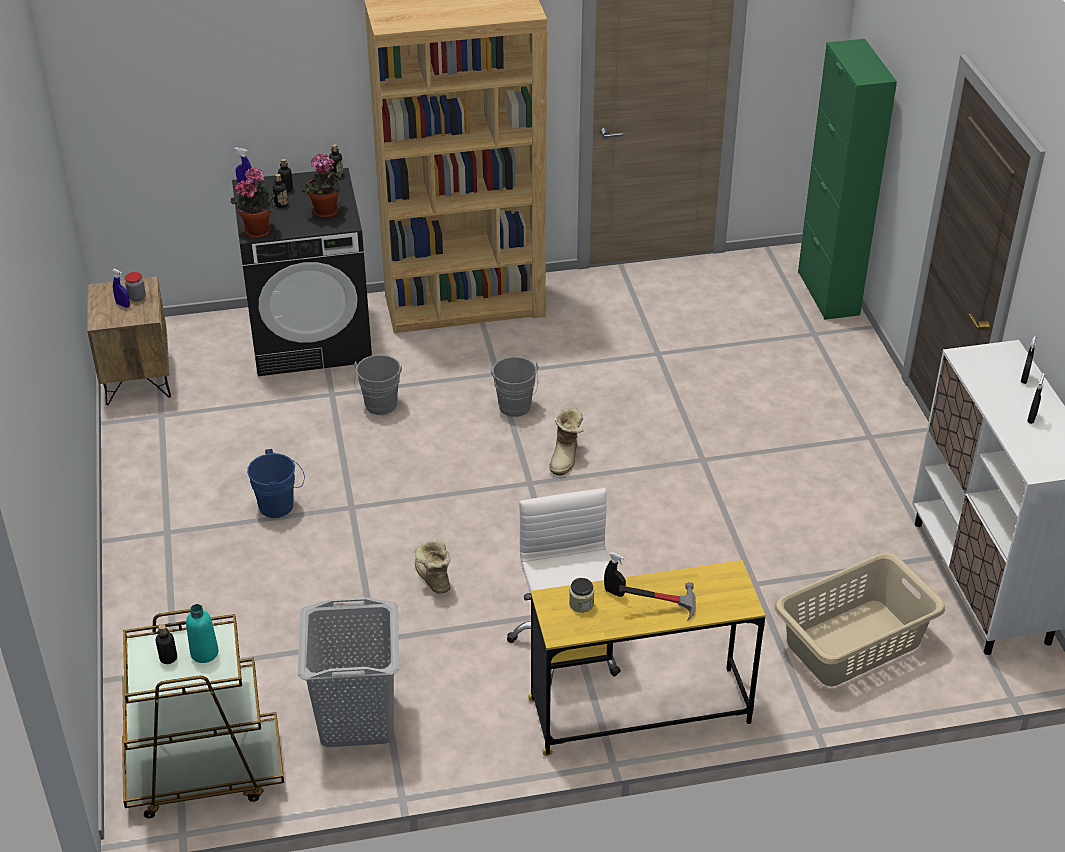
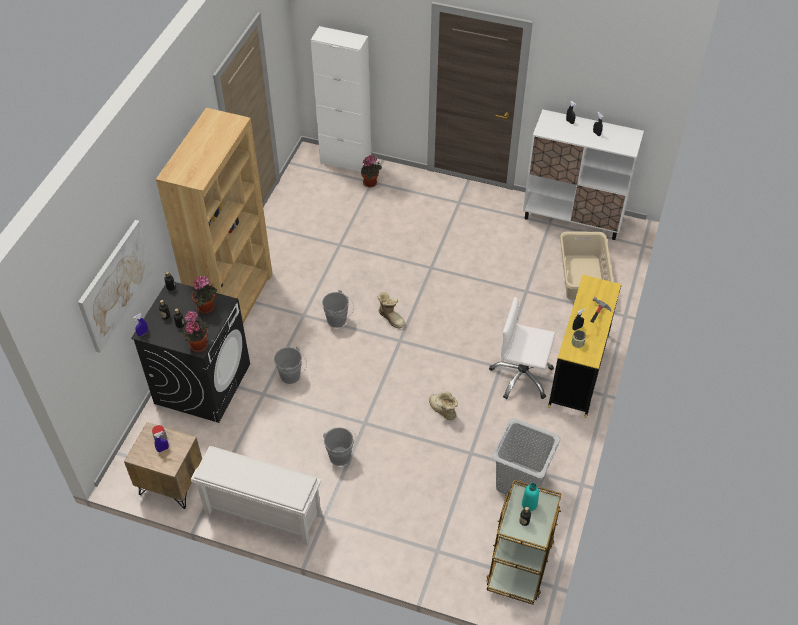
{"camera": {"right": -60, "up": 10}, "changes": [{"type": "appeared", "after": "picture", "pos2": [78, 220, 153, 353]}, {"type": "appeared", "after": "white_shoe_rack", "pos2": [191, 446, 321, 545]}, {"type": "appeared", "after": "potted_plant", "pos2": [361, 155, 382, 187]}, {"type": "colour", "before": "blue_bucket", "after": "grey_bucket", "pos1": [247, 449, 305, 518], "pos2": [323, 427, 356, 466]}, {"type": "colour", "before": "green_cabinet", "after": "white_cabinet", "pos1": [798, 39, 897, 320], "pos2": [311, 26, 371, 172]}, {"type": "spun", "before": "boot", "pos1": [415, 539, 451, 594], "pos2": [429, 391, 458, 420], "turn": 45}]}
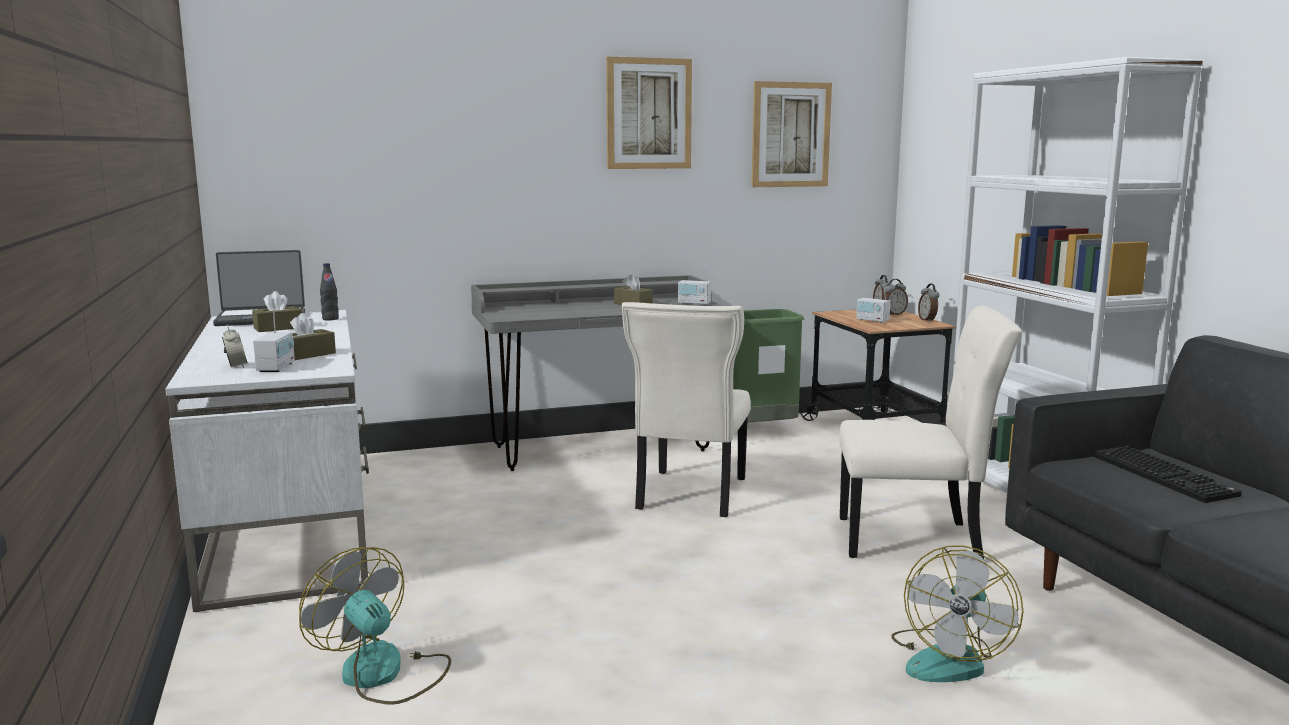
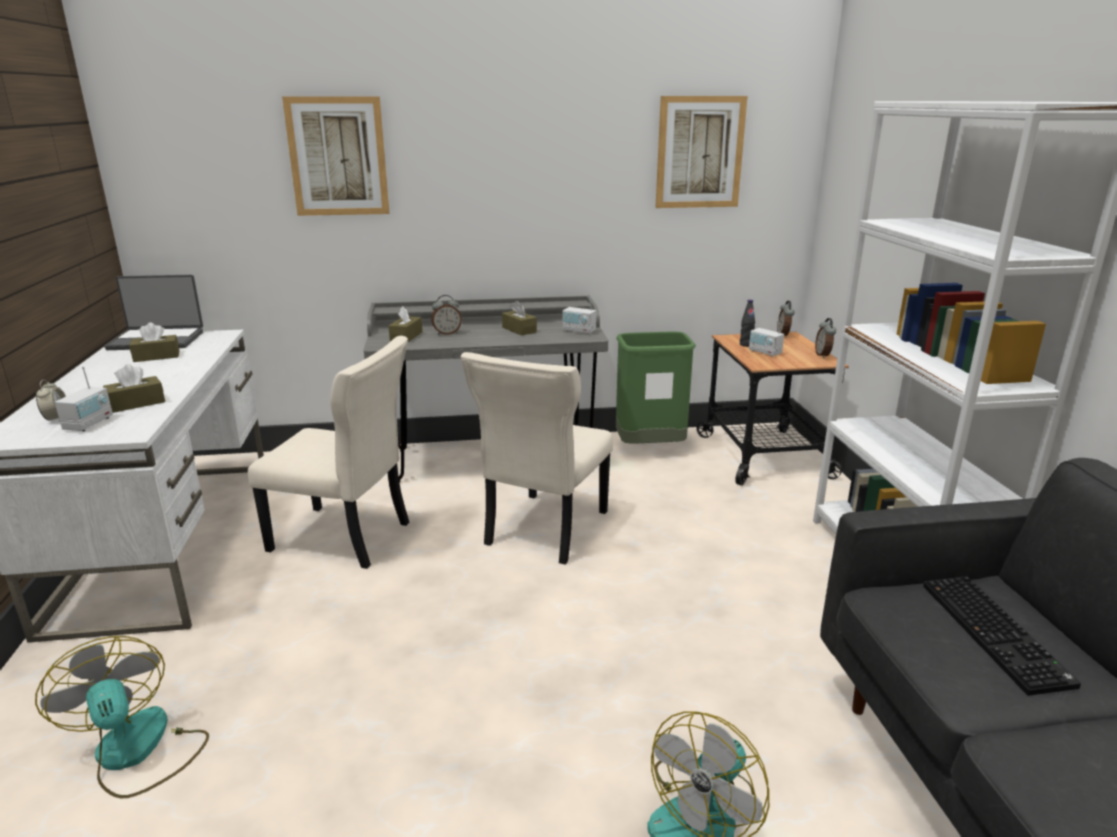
{"camera": {"right": 10, "up": 10}, "changes": [{"type": "appeared", "after": "brown_tissue_box", "pos2": [389, 306, 422, 342]}, {"type": "relocated", "before": "black_bottle", "pos1": [320, 263, 339, 320], "pos2": [740, 300, 755, 347]}, {"type": "relocated", "before": "picture", "pos1": [606, 57, 692, 169], "pos2": [282, 97, 390, 216]}, {"type": "relocated", "before": "beige_chair", "pos1": [839, 306, 1022, 559], "pos2": [248, 336, 409, 569]}, {"type": "relocated", "before": "alarm_clock", "pos1": [883, 279, 908, 315], "pos2": [431, 295, 462, 335]}]}
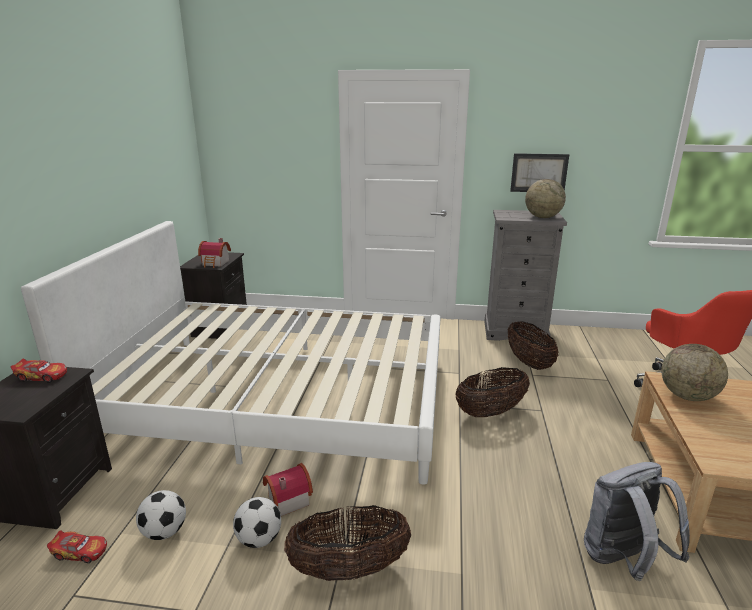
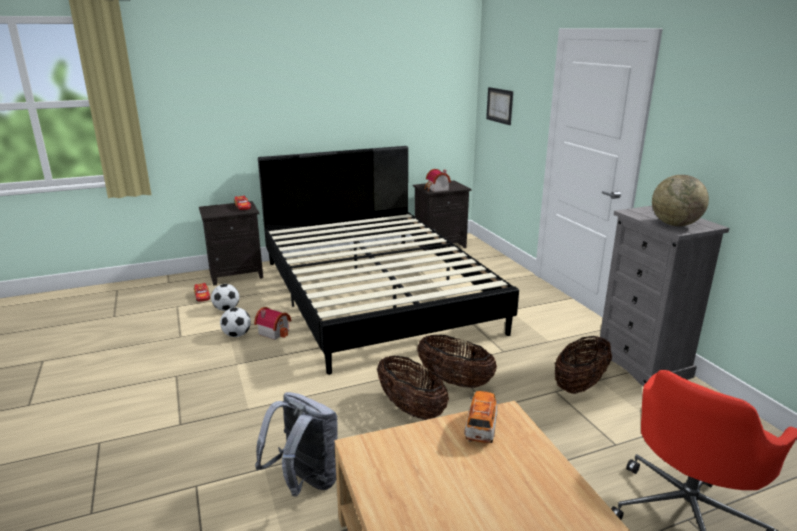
{"camera": {"right": 60, "up": 0}, "changes": [{"type": "relocated", "before": "basket", "pos1": [284, 505, 411, 581], "pos2": [377, 356, 449, 420]}, {"type": "relocated", "before": "picture", "pos1": [510, 153, 569, 192], "pos2": [486, 87, 513, 125]}, {"type": "exchanged", "before": "globe", "after": "toy_car", "pos1": [661, 344, 728, 401], "pos2": [464, 391, 499, 443]}, {"type": "colour", "before": "white_bed", "after": "black_bed", "pos1": [21, 221, 441, 484], "pos2": [258, 146, 519, 375]}]}
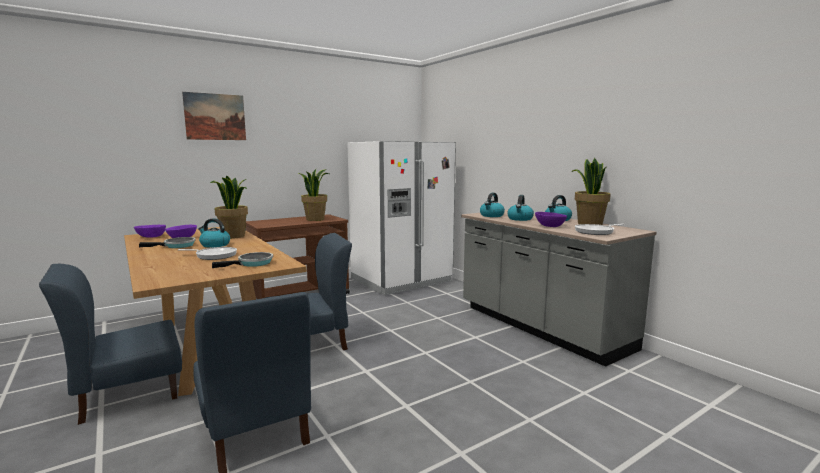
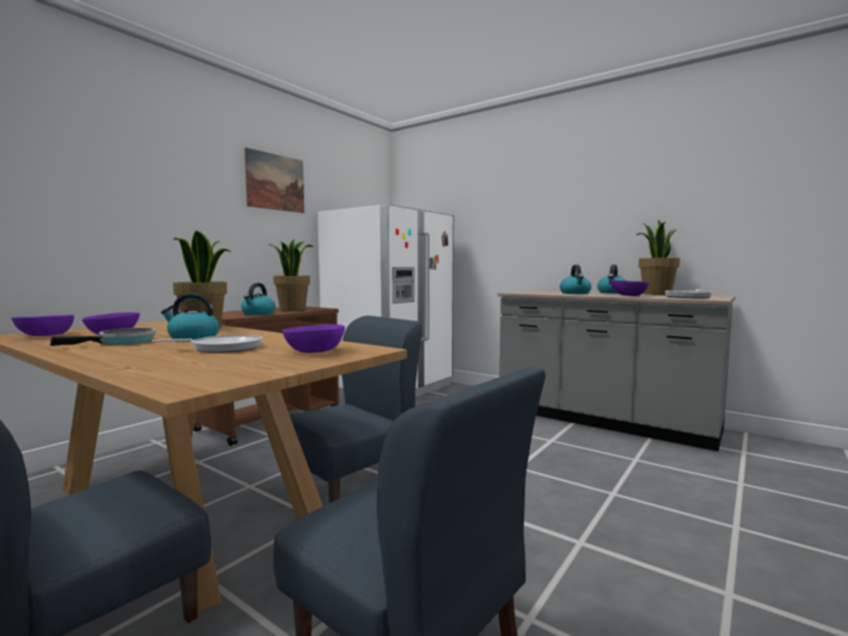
{"camera": {"right": -20, "up": -5}, "changes": [{"type": "relocated", "before": "picture", "pos1": [182, 92, 246, 140], "pos2": [244, 147, 304, 213]}, {"type": "relocated", "before": "kettle", "pos1": [480, 193, 505, 217], "pos2": [241, 283, 275, 315]}, {"type": "exchanged", "before": "frying_pan", "after": "purple_bowl", "pos1": [212, 252, 273, 268], "pos2": [282, 324, 345, 353]}]}
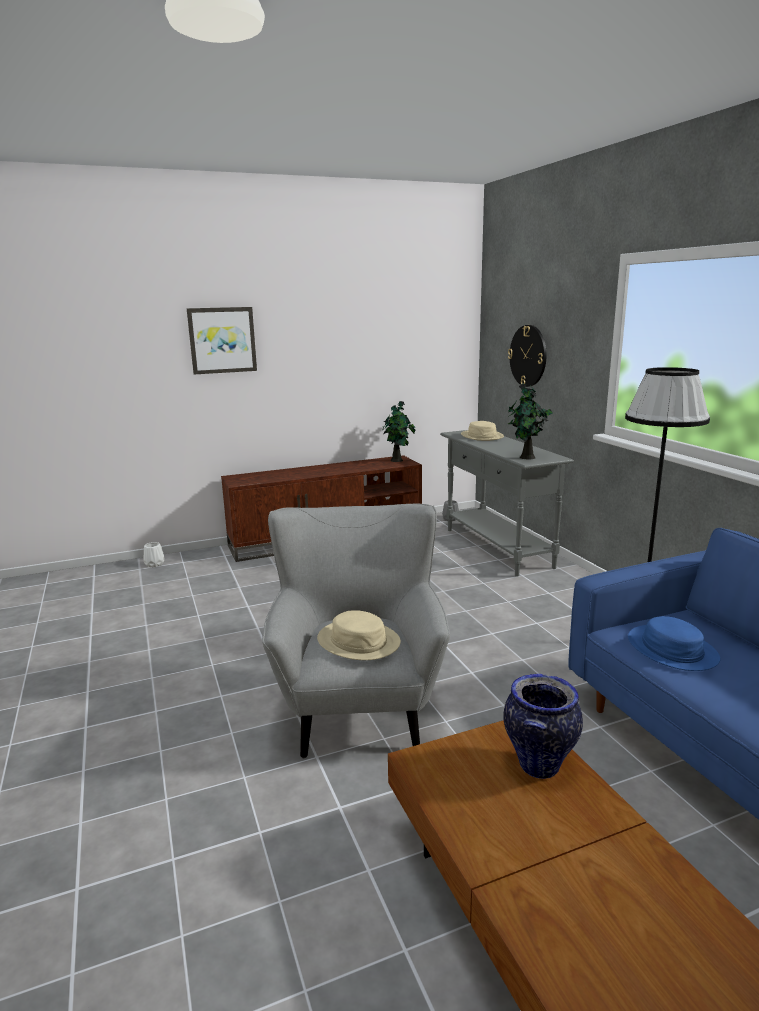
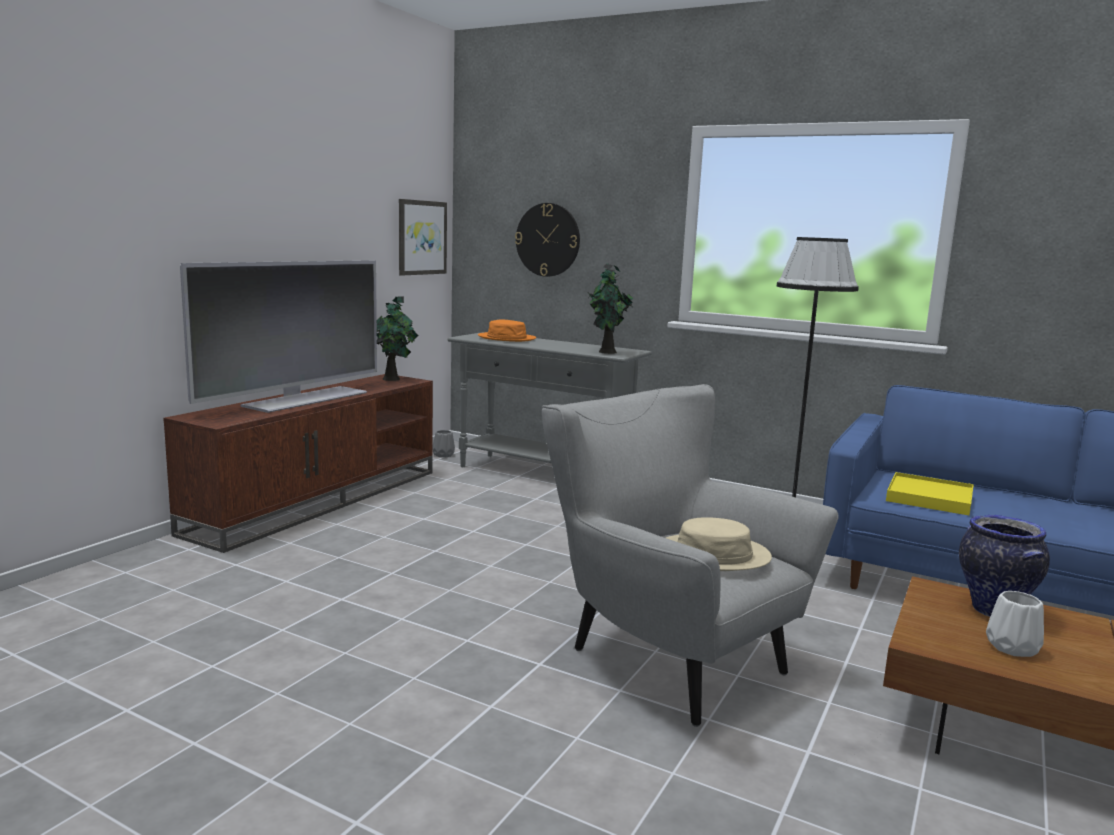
{"camera": {"right": -40, "up": -5}, "changes": [{"type": "appeared", "after": "television", "pos2": [180, 260, 377, 413]}, {"type": "relocated", "before": "white_vase", "pos1": [144, 542, 165, 568], "pos2": [986, 591, 1044, 657]}, {"type": "relocated", "before": "picture", "pos1": [187, 307, 257, 374], "pos2": [399, 199, 447, 276]}, {"type": "exchanged", "before": "blue_hat", "after": "yellow_tray", "pos1": [628, 616, 720, 671], "pos2": [886, 472, 974, 515]}, {"type": "colour", "before": "beige_hat", "after": "orange_hat", "pos1": [461, 421, 504, 441], "pos2": [478, 319, 536, 342]}]}
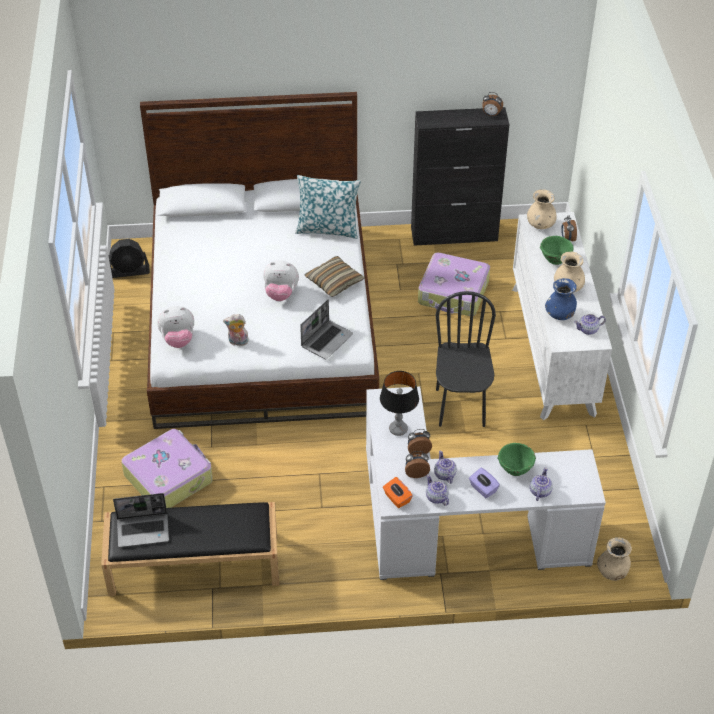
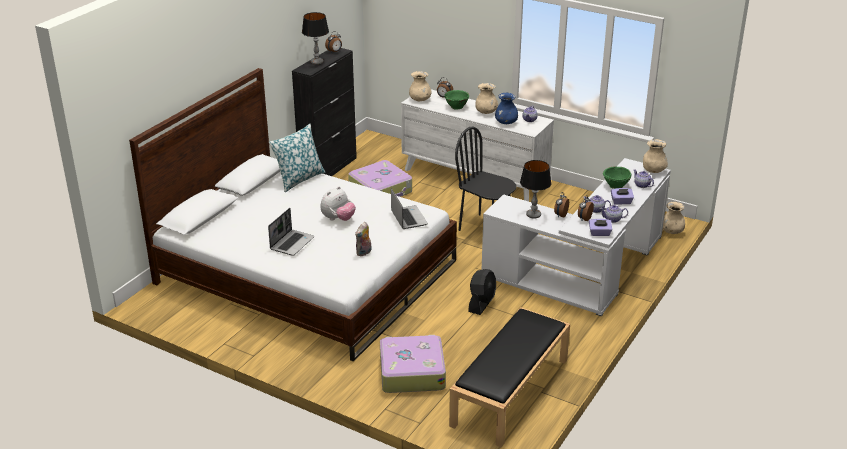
{"camera": {"right": -55, "up": -15}, "changes": [{"type": "missing", "before": "plush_toy", "pos1": [157, 306, 194, 348]}, {"type": "missing", "before": "pillow", "pos1": [304, 256, 365, 297]}, {"type": "appeared", "after": "table_lamp", "pos2": [302, 12, 329, 65]}, {"type": "appeared", "after": "beige_vase", "pos2": [643, 139, 668, 173]}, {"type": "relocated", "before": "black_fan", "pos1": [108, 239, 150, 278], "pos2": [468, 269, 496, 315]}, {"type": "relocated", "before": "laptop", "pos1": [113, 493, 169, 547], "pos2": [268, 208, 314, 256]}, {"type": "colour", "before": "orange_tissue_box", "after": "purple_tissue_box", "pos1": [383, 477, 413, 508], "pos2": [589, 219, 612, 236]}]}
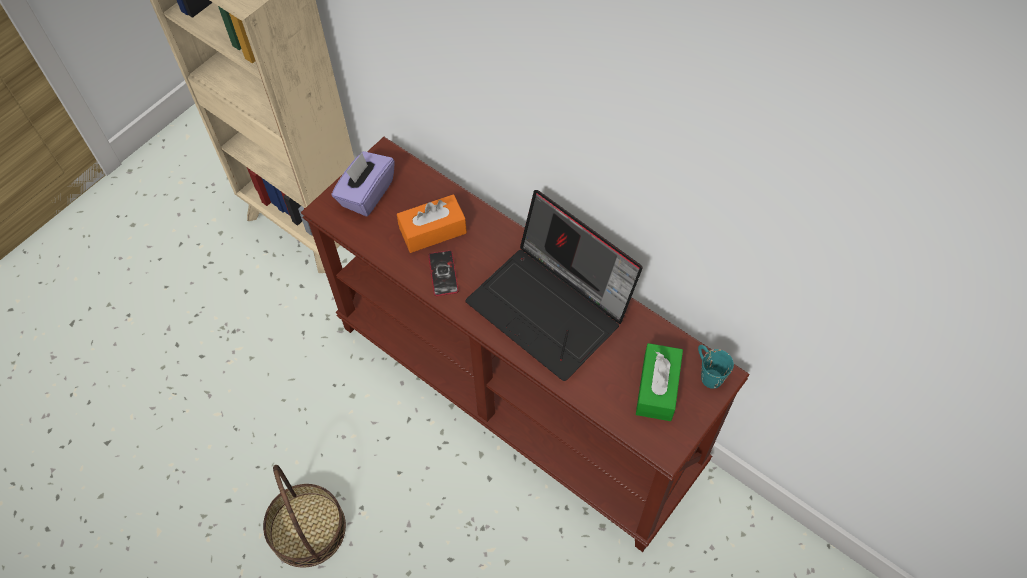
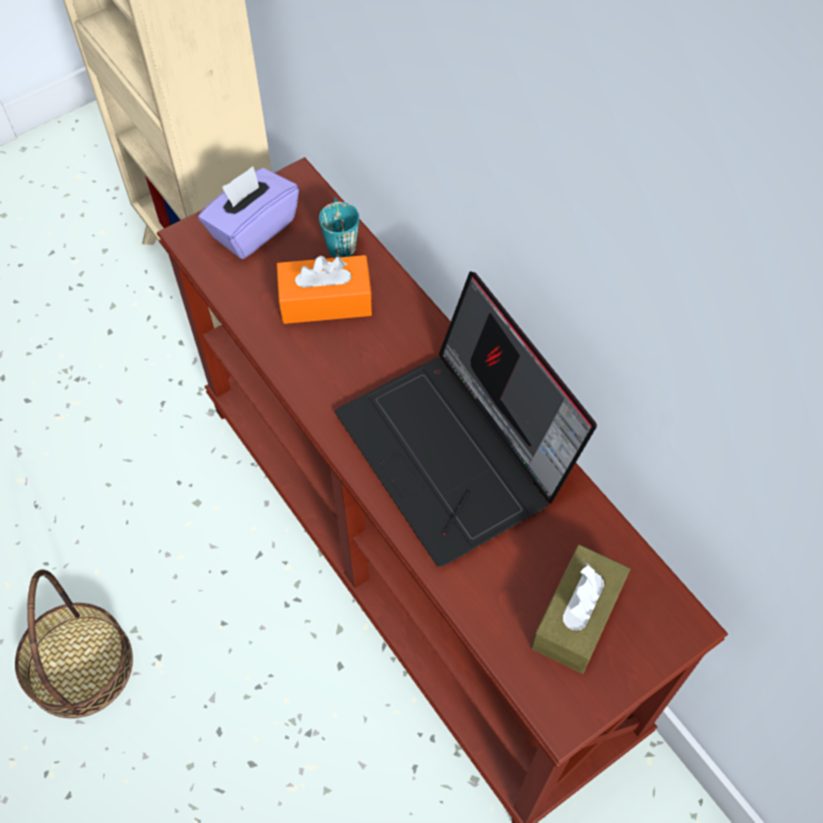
{"camera": {"right": 15, "up": 0}, "changes": [{"type": "missing", "before": "phone", "pos1": [428, 250, 459, 296]}, {"type": "relocated", "before": "turquoise_mug", "pos1": [698, 345, 734, 389], "pos2": [319, 198, 359, 258]}, {"type": "colour", "before": "green_tissue_box", "after": "brown_tissue_box", "pos1": [636, 343, 683, 421], "pos2": [531, 544, 630, 674]}]}
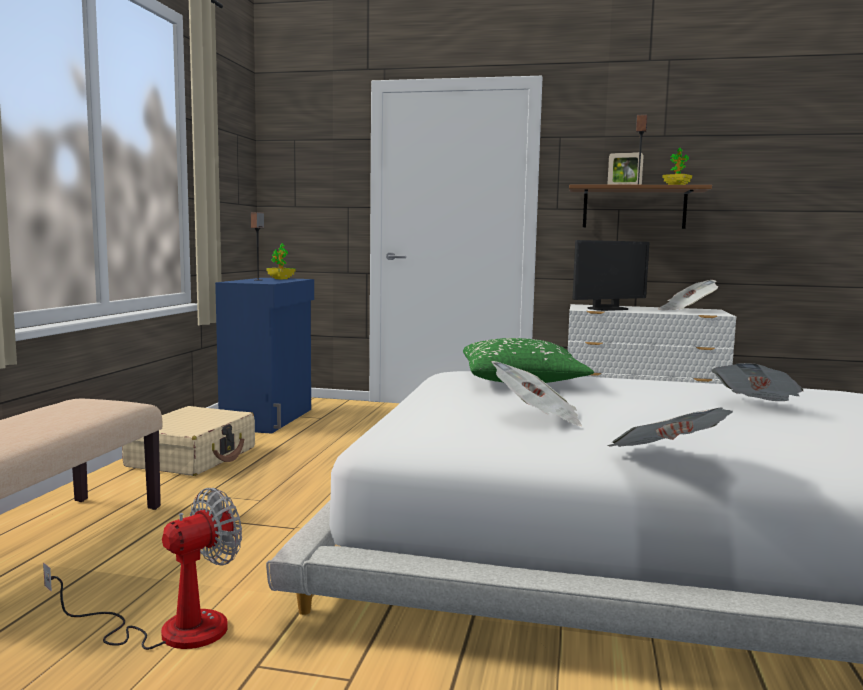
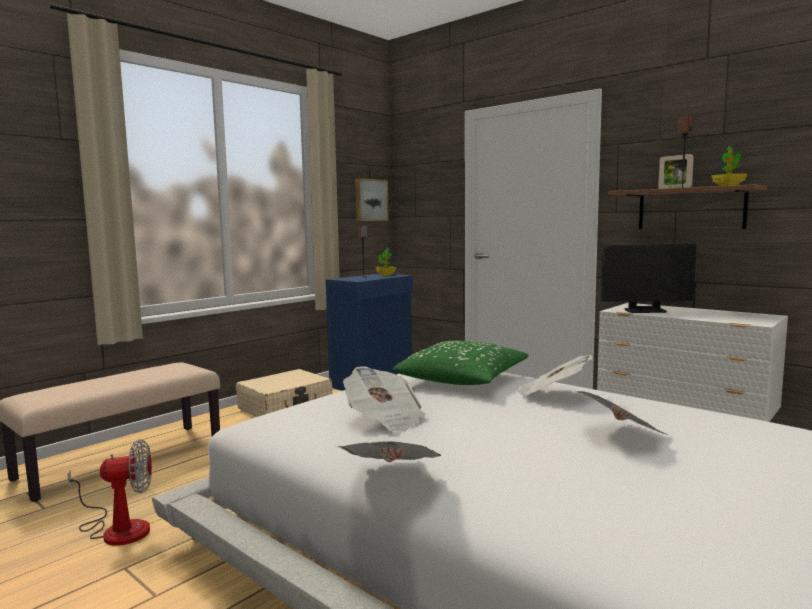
{"camera": {"right": 30, "up": 0}, "changes": [{"type": "appeared", "after": "picture", "pos2": [355, 178, 389, 221]}, {"type": "relocated", "before": "newspaper", "pos1": [658, 280, 718, 310], "pos2": [517, 355, 592, 396]}]}
